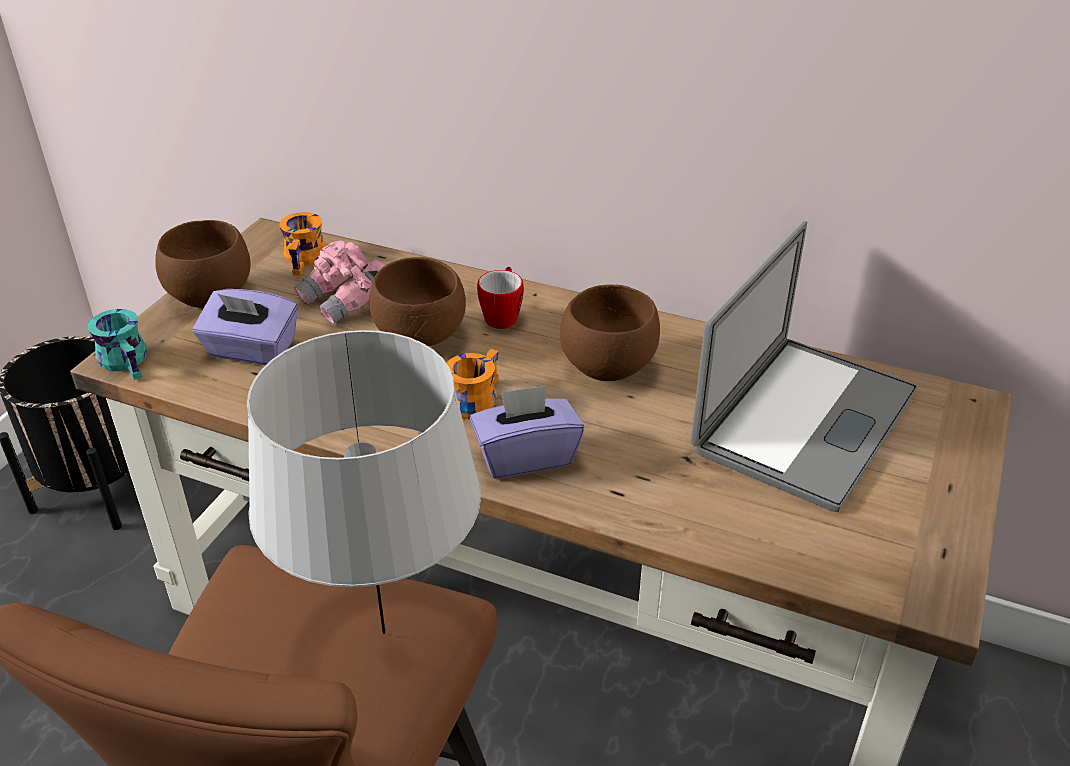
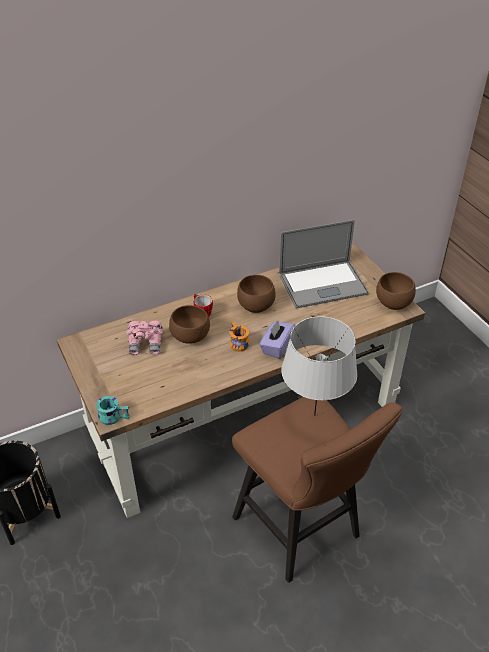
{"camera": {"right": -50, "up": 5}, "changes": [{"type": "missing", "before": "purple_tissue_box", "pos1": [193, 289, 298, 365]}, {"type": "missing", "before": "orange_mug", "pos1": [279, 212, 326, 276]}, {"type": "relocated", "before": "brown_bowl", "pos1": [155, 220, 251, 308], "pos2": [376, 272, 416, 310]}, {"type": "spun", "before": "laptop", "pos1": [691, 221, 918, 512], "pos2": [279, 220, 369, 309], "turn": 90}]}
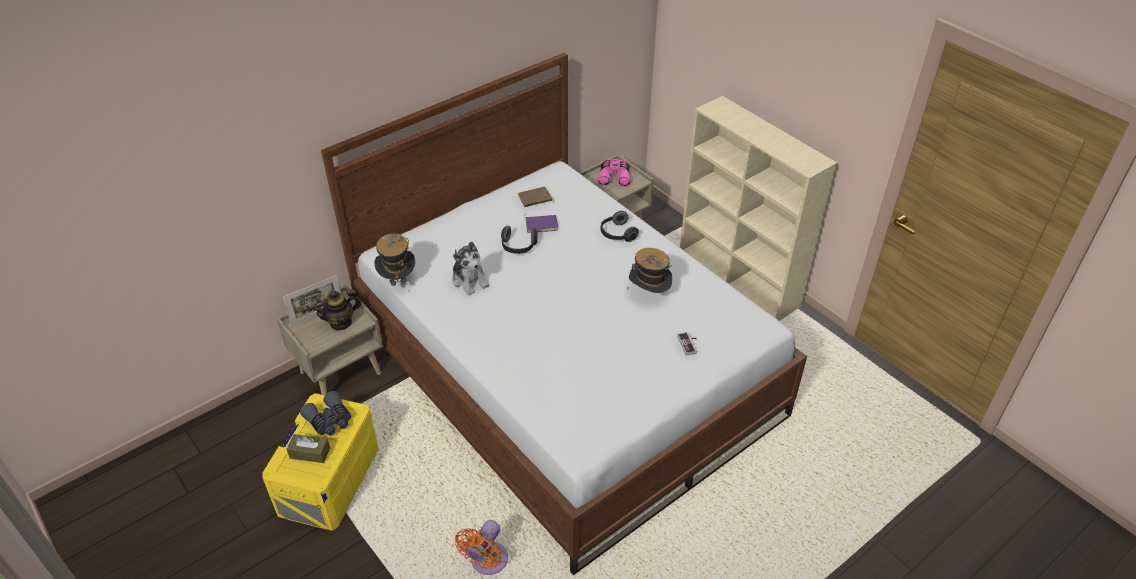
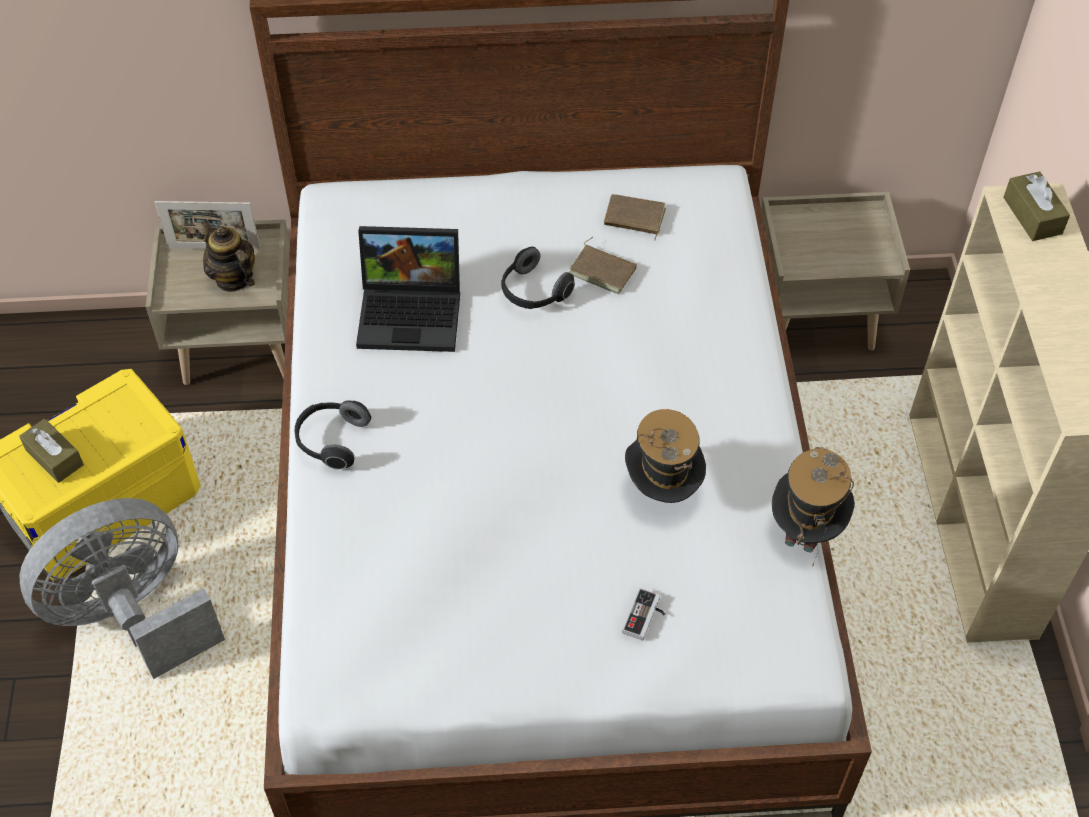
{"camera": {"right": 35, "up": 10}, "changes": [{"type": "missing", "before": "grey_binoculars", "pos1": [300, 391, 351, 436]}, {"type": "missing", "before": "orange_fan", "pos1": [455, 520, 508, 575]}, {"type": "missing", "before": "pink_binoculars", "pos1": [598, 158, 631, 187]}, {"type": "appeared", "after": "grey_fan", "pos2": [20, 498, 225, 679]}, {"type": "appeared", "after": "brown_tissue_box", "pos2": [1003, 171, 1070, 241]}, {"type": "relocated", "before": "hat", "pos1": [374, 234, 415, 286], "pos2": [772, 447, 855, 567]}, {"type": "relocated", "before": "headphones", "pos1": [601, 211, 639, 242], "pos2": [295, 401, 371, 470]}, {"type": "exchanged", "before": "plush_toy", "after": "laptop", "pos1": [452, 241, 489, 295], "pos2": [356, 226, 460, 352]}, {"type": "colour", "before": "purple_book", "after": "brown_book", "pos1": [524, 213, 558, 233], "pos2": [569, 237, 637, 294]}, {"type": "spun", "before": "teapot", "pos1": [313, 289, 362, 331], "pos2": [201, 220, 255, 292], "turn": 45}]}
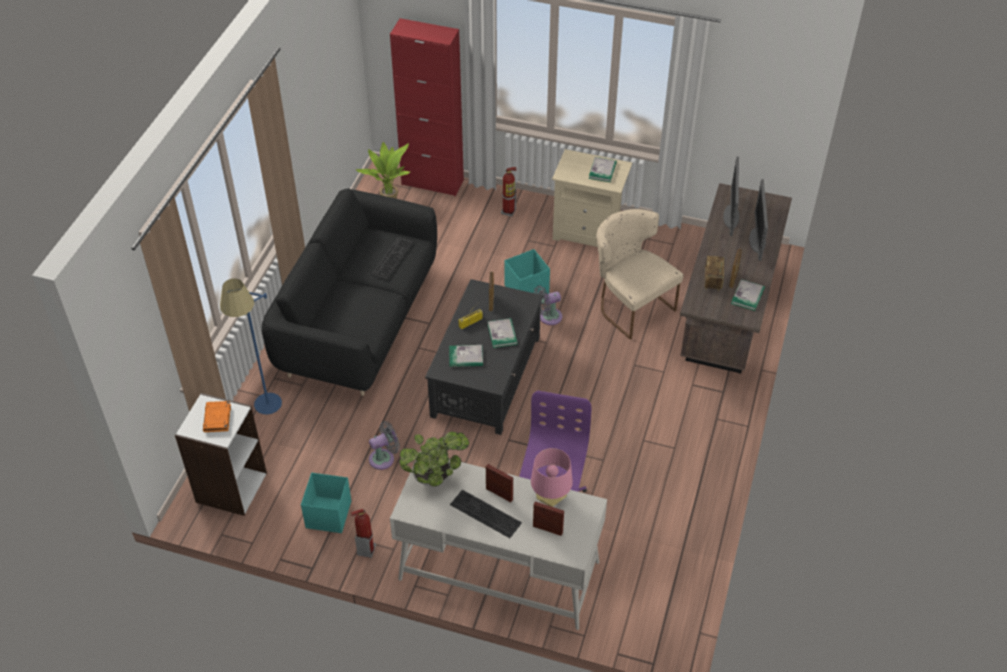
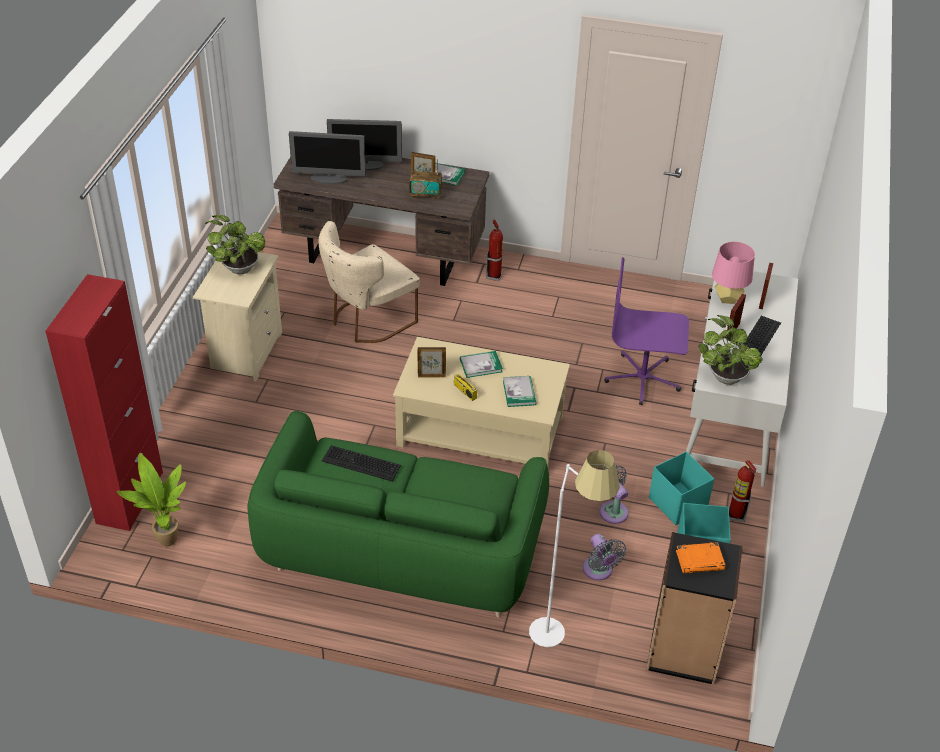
{"camera": {"right": -95, "up": -5}, "changes": [{"type": "relocated", "before": "fire_extinguisher", "pos1": [501, 167, 517, 216], "pos2": [486, 220, 503, 281]}, {"type": "relocated", "before": "turquoise_storage_box", "pos1": [504, 249, 550, 294], "pos2": [649, 451, 714, 525]}, {"type": "relocated", "before": "grey_fan", "pos1": [534, 286, 562, 325], "pos2": [583, 534, 626, 580]}, {"type": "exchanged", "before": "book", "after": "potted_plant", "pos1": [589, 157, 617, 182], "pos2": [205, 215, 265, 274]}, {"type": "colour", "before": "white_bookcase", "after": "black_bookcase", "pos1": [175, 393, 267, 516], "pos2": [646, 532, 743, 685]}, {"type": "colour", "before": "blue_floor_lamp", "after": "white_floor_lamp", "pos1": [220, 279, 282, 415], "pos2": [529, 450, 620, 647]}, {"type": "colour", "before": "black_sofa", "after": "green_sofa", "pos1": [262, 188, 437, 396], "pos2": [248, 411, 549, 618]}, {"type": "colour", "before": "black_coffee_table", "after": "beige_coffee_table", "pos1": [425, 279, 543, 435], "pos2": [393, 337, 570, 466]}]}
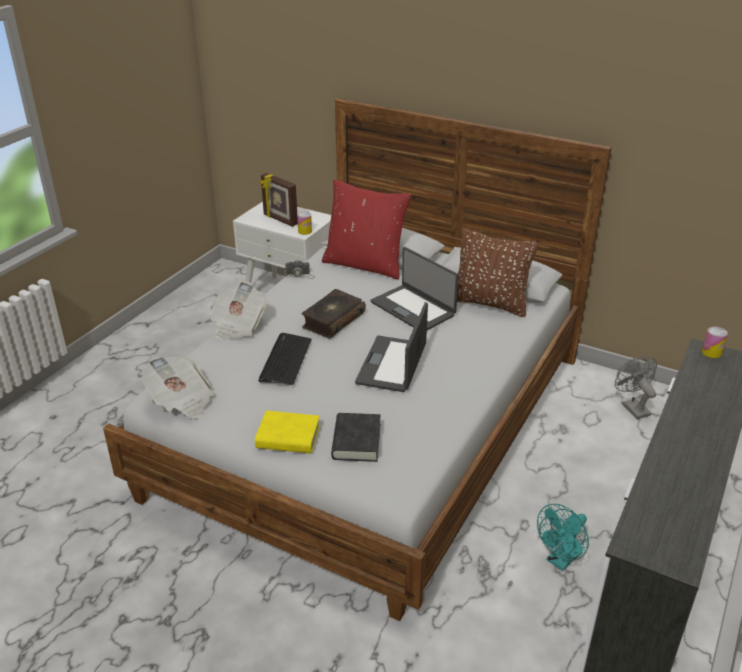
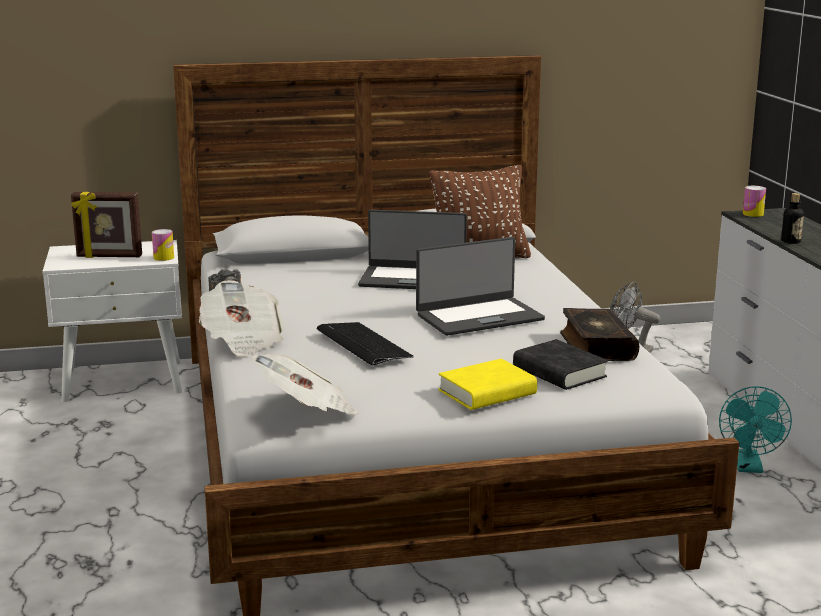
{"camera": {"right": -40, "up": -15}, "changes": [{"type": "missing", "before": "red_pillow", "pos1": [322, 179, 411, 280]}, {"type": "appeared", "after": "bottle", "pos2": [781, 193, 804, 244]}, {"type": "relocated", "before": "book", "pos1": [301, 289, 366, 339], "pos2": [560, 308, 639, 361]}, {"type": "spun", "before": "laptop", "pos1": [355, 302, 428, 392], "pos2": [416, 237, 545, 336], "turn": -90}]}
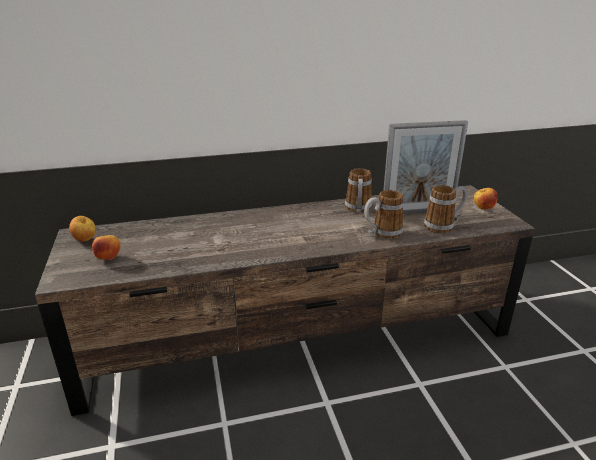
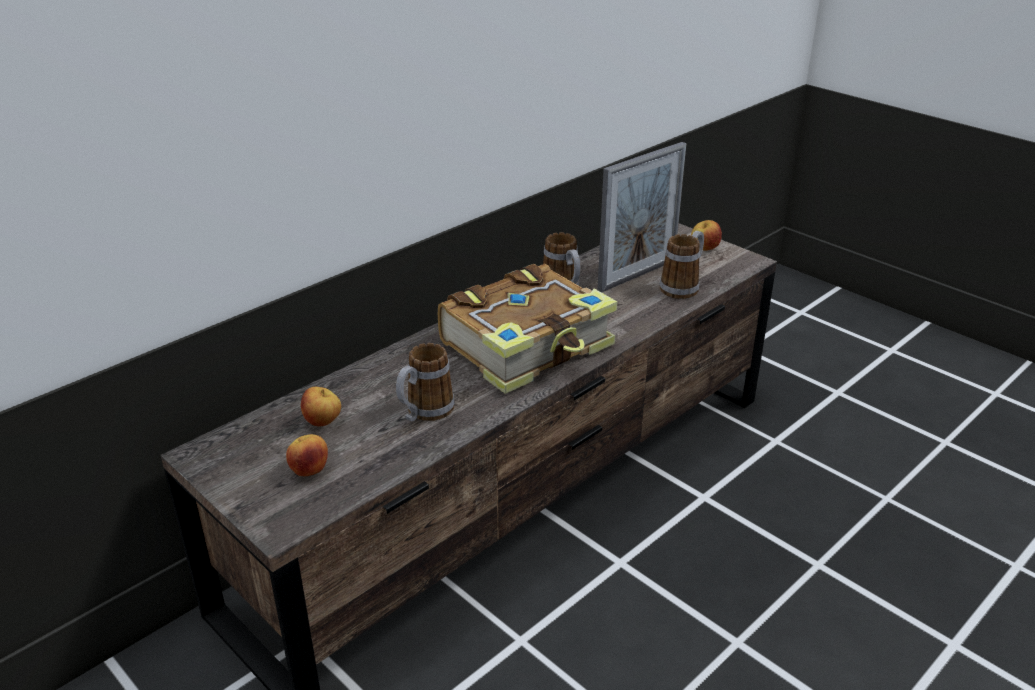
{"camera": {"right": -30, "up": 5}, "changes": [{"type": "appeared", "after": "book", "pos2": [438, 264, 617, 394]}, {"type": "relocated", "before": "apple", "pos1": [69, 216, 96, 242], "pos2": [301, 387, 341, 426]}, {"type": "relocated", "before": "mug", "pos1": [364, 190, 404, 239], "pos2": [396, 343, 455, 421]}]}
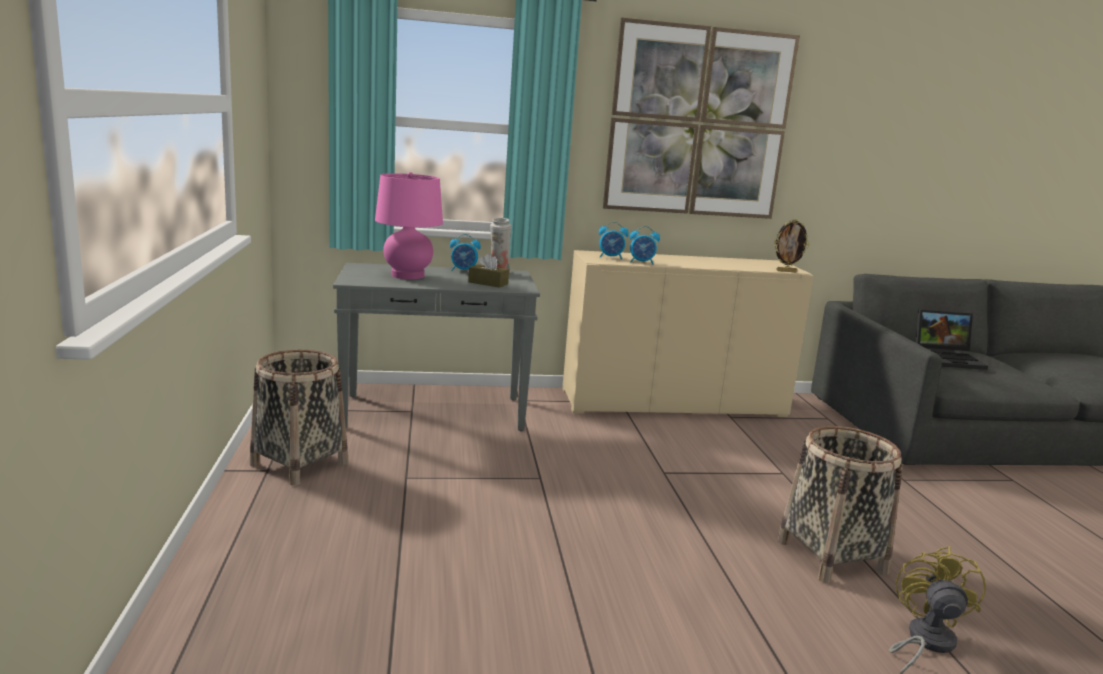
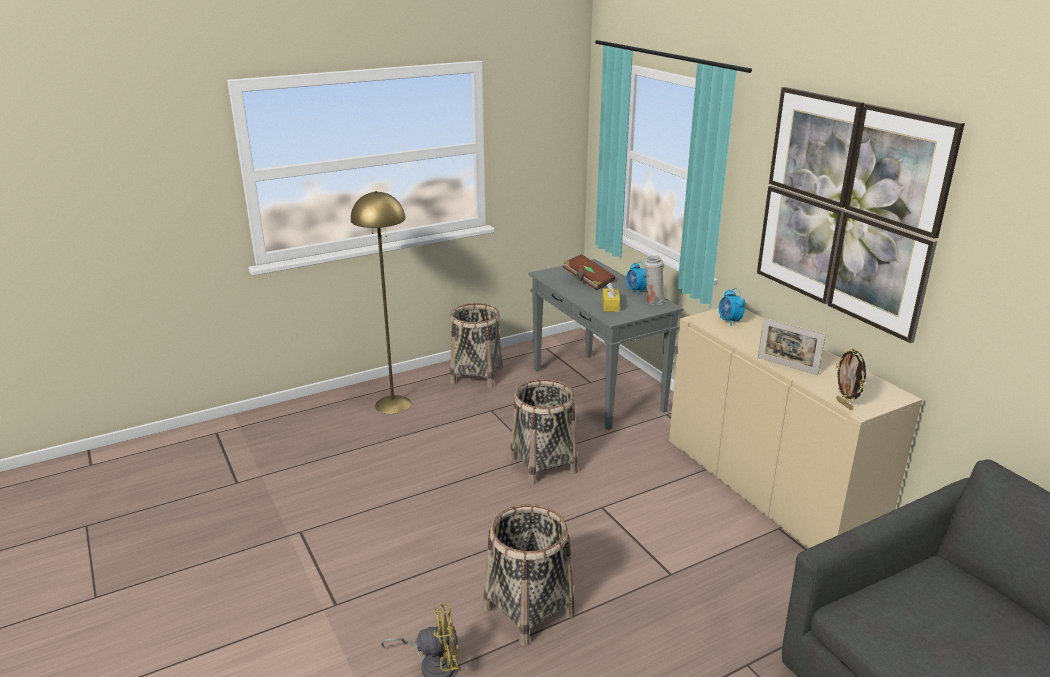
{"camera": {"right": 70, "up": 10}, "changes": [{"type": "missing", "before": "alarm_clock", "pos1": [630, 226, 660, 264]}, {"type": "missing", "before": "laptop", "pos1": [916, 310, 988, 370]}, {"type": "appeared", "after": "yellow_floor_lamp", "pos2": [351, 191, 411, 414]}, {"type": "appeared", "after": "basket", "pos2": [510, 379, 578, 485]}, {"type": "appeared", "after": "picture_frame", "pos2": [758, 318, 826, 375]}, {"type": "exchanged", "before": "pink_table_lamp", "after": "brown_book", "pos1": [375, 172, 443, 279], "pos2": [563, 254, 615, 290]}, {"type": "colour", "before": "brown_tissue_box", "after": "yellow_tissue_box", "pos1": [468, 253, 509, 288], "pos2": [602, 282, 620, 312]}]}
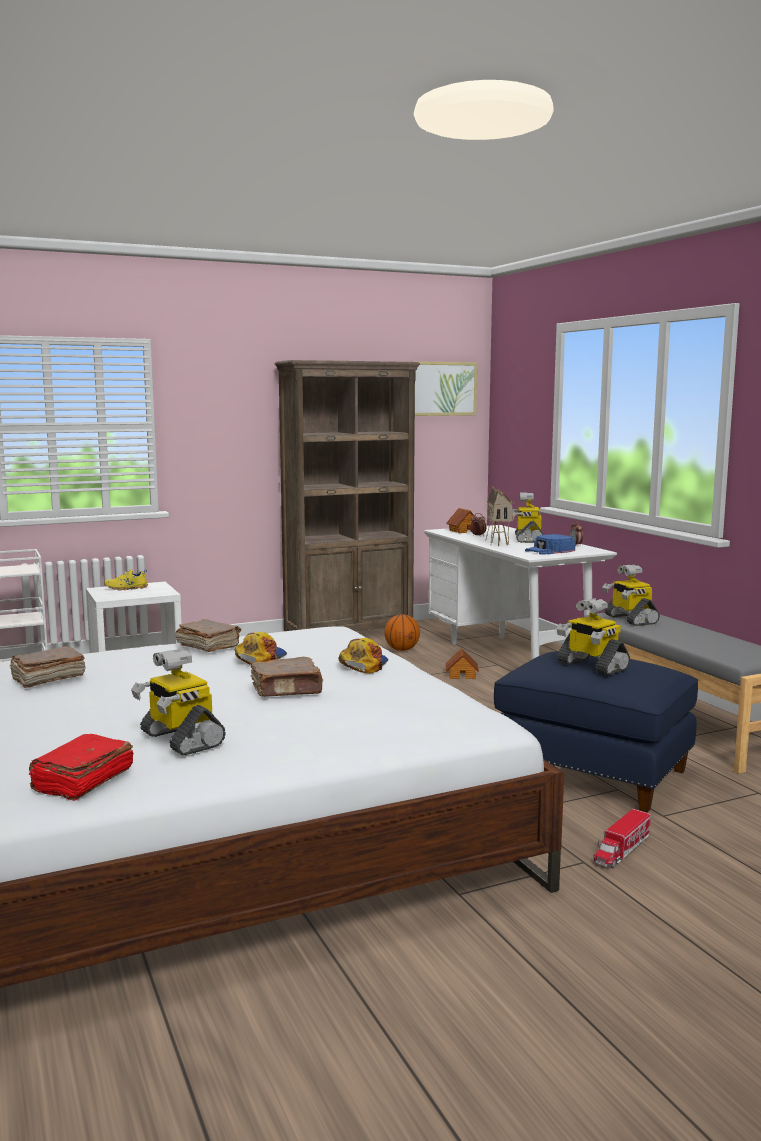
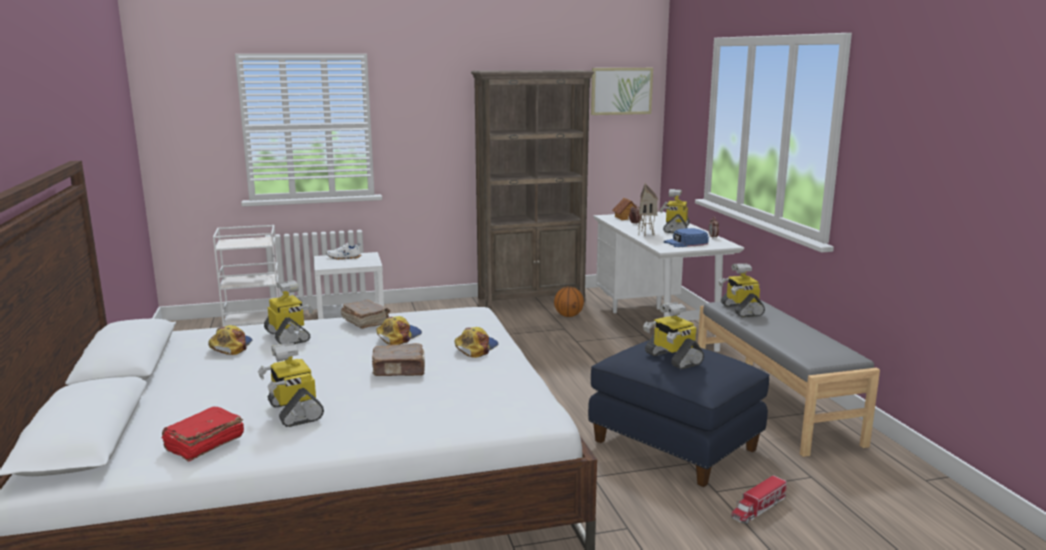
{"camera": {"right": 10, "up": 5}, "changes": [{"type": "missing", "before": "toy_house", "pos1": [445, 648, 479, 679]}, {"type": "appeared", "after": "toy_robot", "pos2": [264, 280, 314, 344]}, {"type": "relocated", "before": "toy_truck", "pos1": [593, 809, 651, 868], "pos2": [731, 475, 787, 524]}, {"type": "exchanged", "before": "brown_book", "after": "cap", "pos1": [10, 646, 86, 688], "pos2": [208, 325, 252, 355]}, {"type": "colour", "before": "yellow_shoe", "after": "white_shoe", "pos1": [104, 569, 148, 591], "pos2": [326, 242, 361, 260]}]}
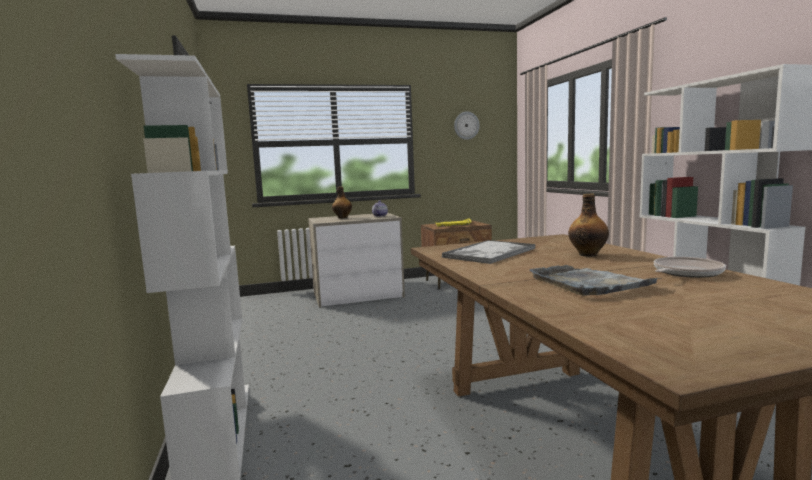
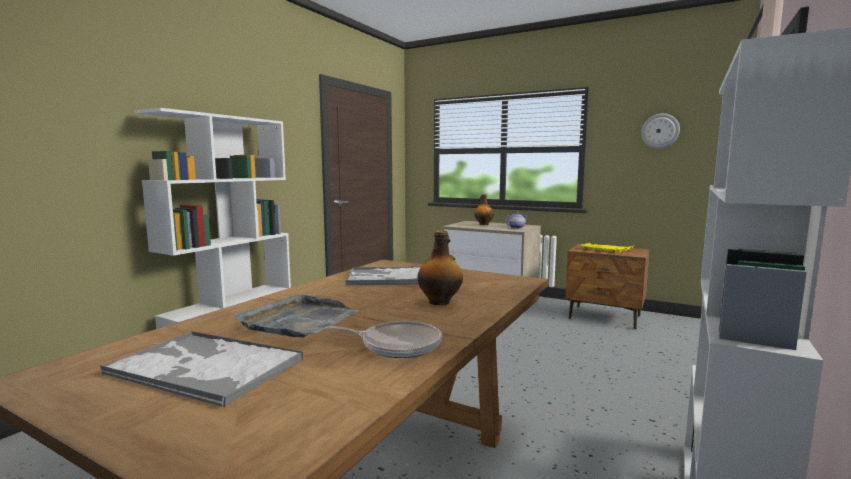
{"camera": {"right": 45, "up": 0}, "changes": [{"type": "appeared", "after": "tray", "pos2": [100, 331, 303, 407]}]}
